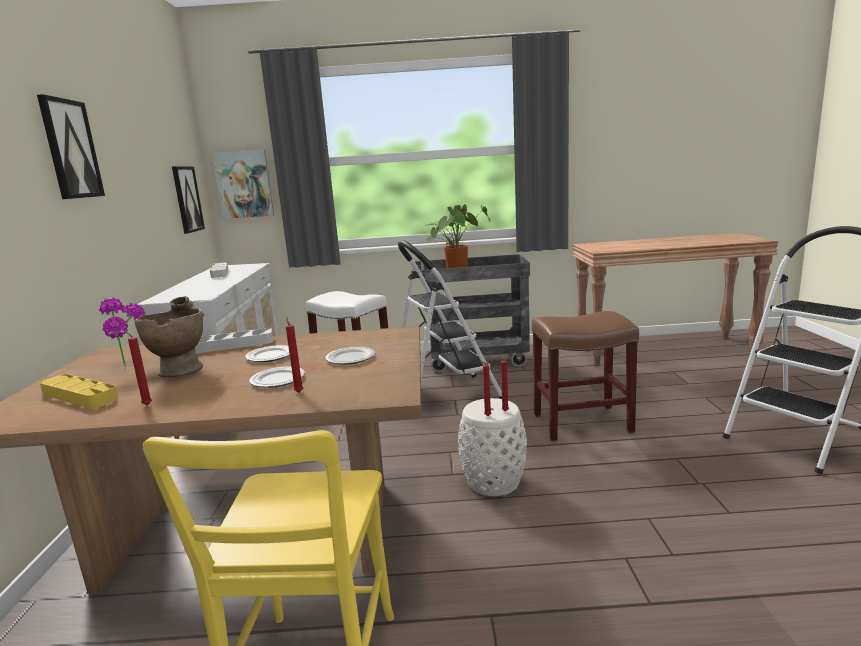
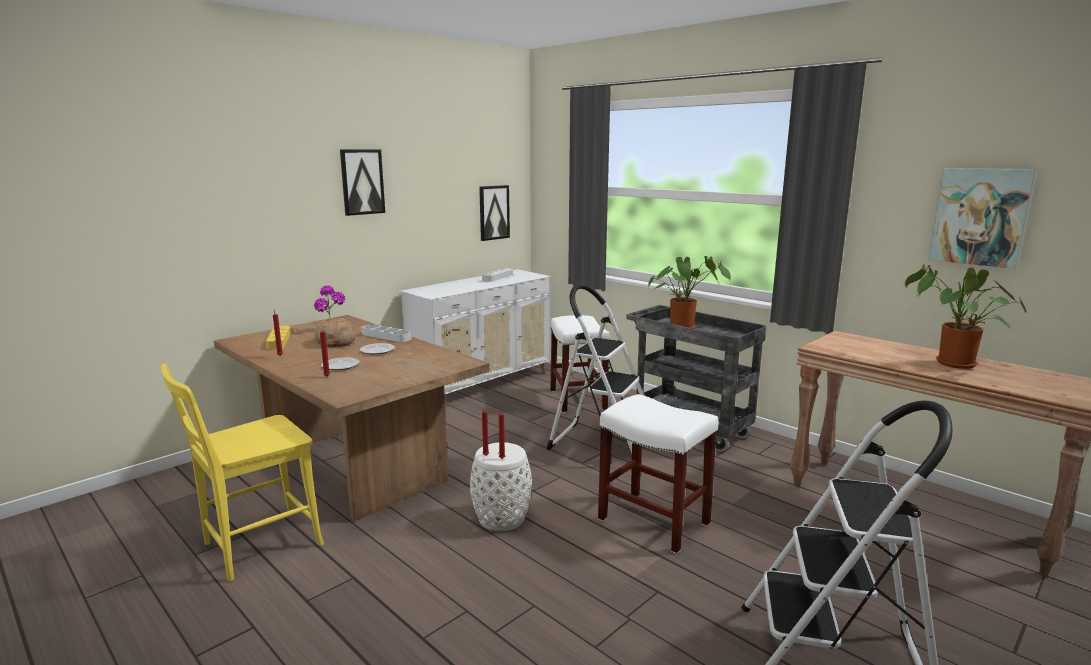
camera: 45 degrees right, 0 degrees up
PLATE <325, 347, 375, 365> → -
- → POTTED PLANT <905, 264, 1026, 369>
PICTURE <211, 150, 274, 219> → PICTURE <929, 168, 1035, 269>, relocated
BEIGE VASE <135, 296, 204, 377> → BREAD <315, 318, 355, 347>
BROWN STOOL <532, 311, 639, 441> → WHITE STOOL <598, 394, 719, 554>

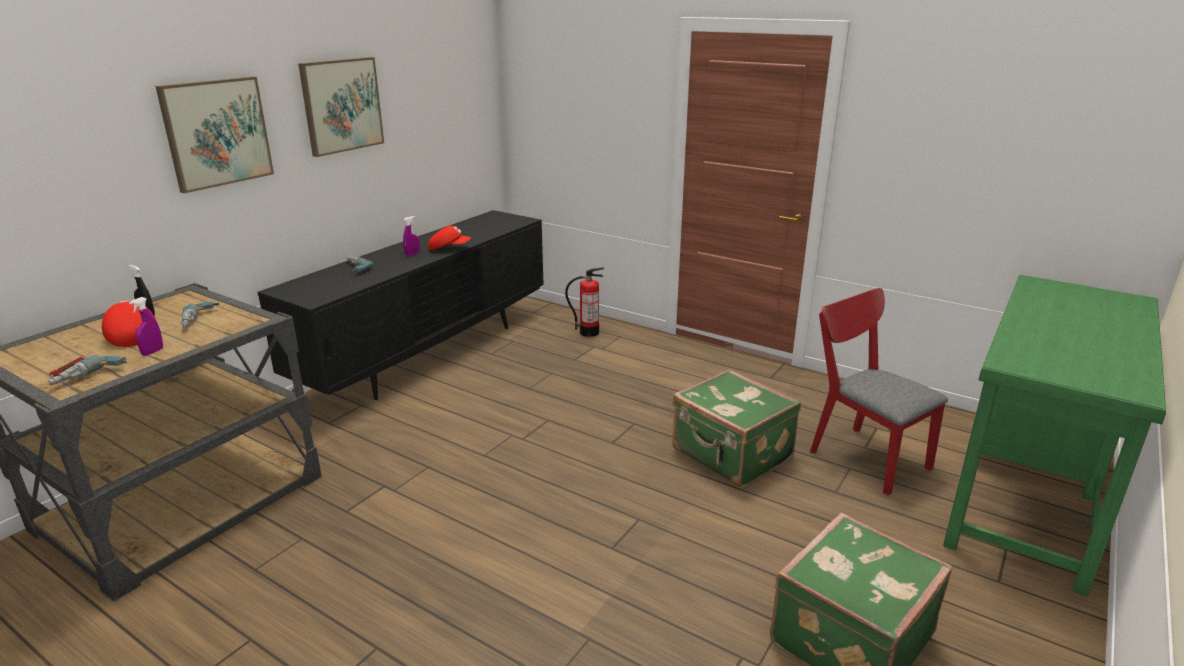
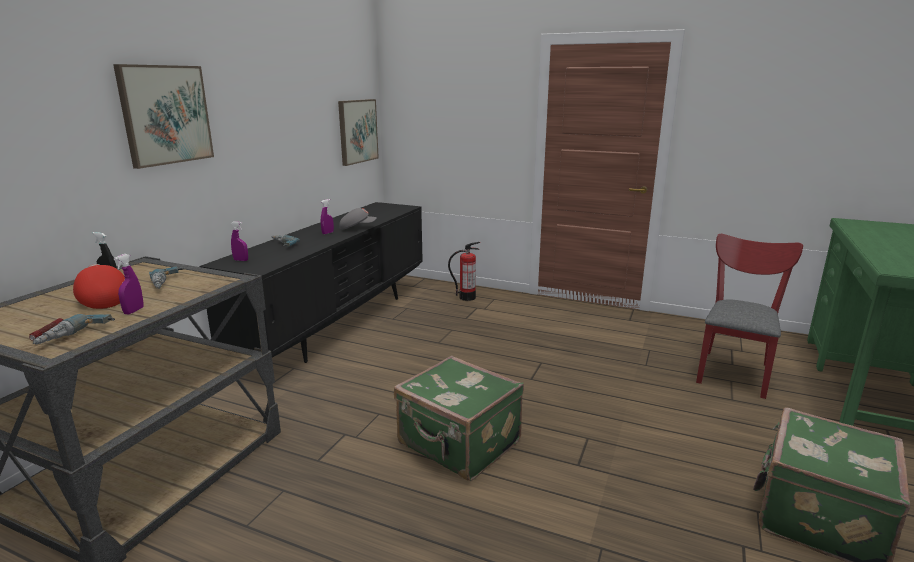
camera: 10 degrees left, 5 degrees down
- → PURPLE SPRAY BOTTLE <231, 221, 248, 261>
PICTURE <298, 57, 384, 157> → PICTURE <338, 99, 379, 166>, relocated
GREEN SUITCASE <672, 369, 801, 488> → GREEN SUITCASE <394, 356, 524, 481>, relocated
RED CAP <428, 226, 471, 250> → GREY CAP <339, 208, 376, 229>
RED CHAIR <810, 288, 948, 495> → RED CHAIR <696, 234, 803, 399>, 75 degrees clockwise

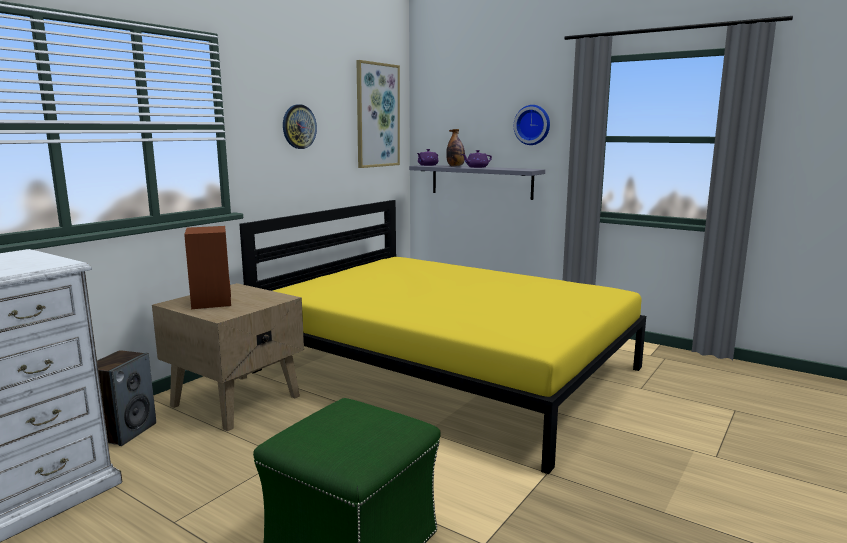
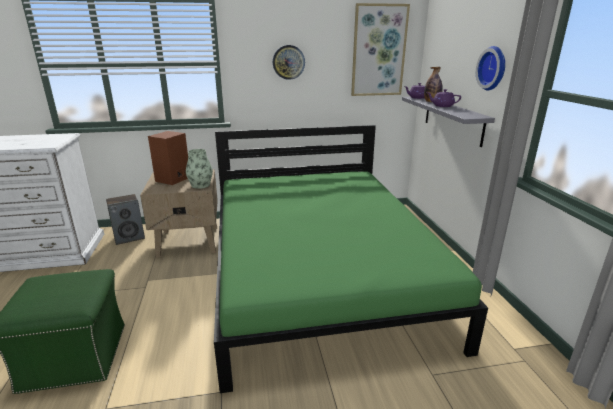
camera: 45 degrees right, 10 degrees up
- → VASE <186, 149, 213, 189>
YELLOW BED <239, 200, 646, 474> → GREEN BED <214, 125, 488, 393>

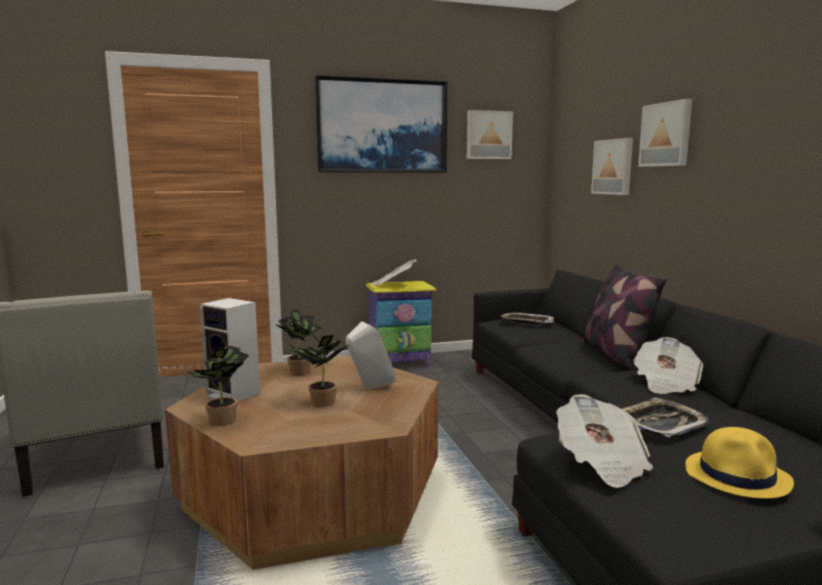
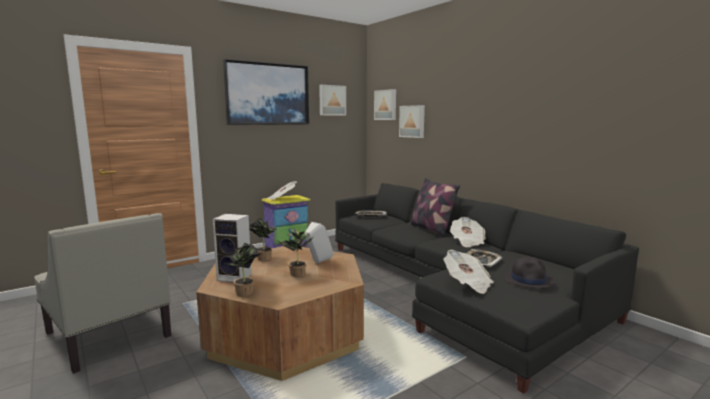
camera: 20 degrees left, 0 degrees up
PICTURE <638, 99, 692, 167> → PICTURE <374, 89, 396, 120>, relocated
YELLOW HAT <685, 427, 794, 499> → BLACK HAT <504, 256, 555, 288>

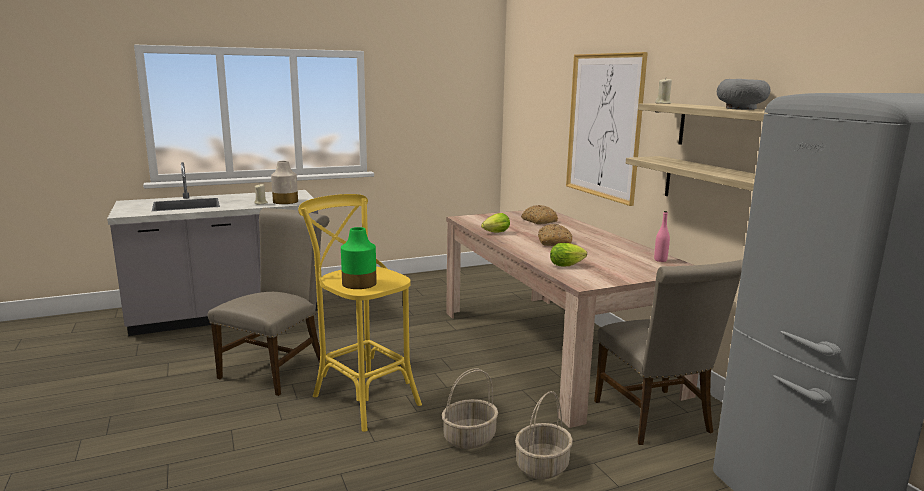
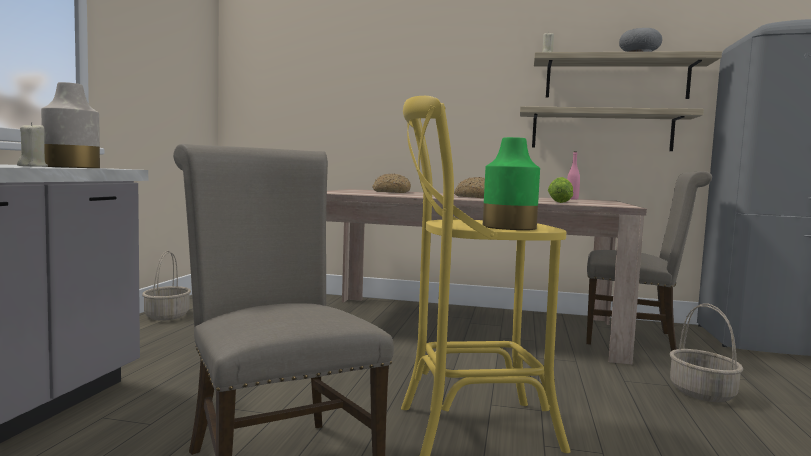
camera: 55 degrees left, 10 degrees down
LETTUCE <481, 213, 510, 233> → -
PICTURE <566, 52, 648, 206> → -
BASKET <442, 369, 498, 449> → BASKET <142, 251, 191, 321>, relocated

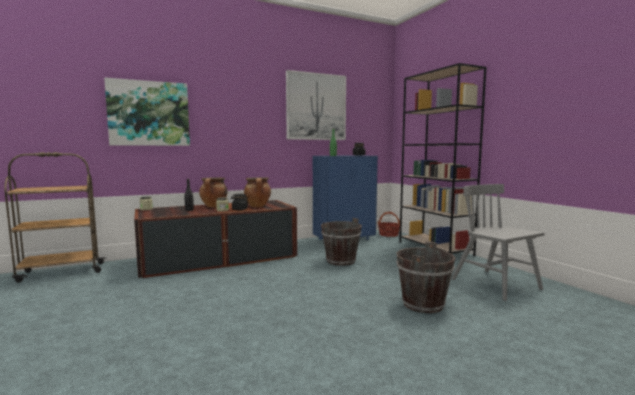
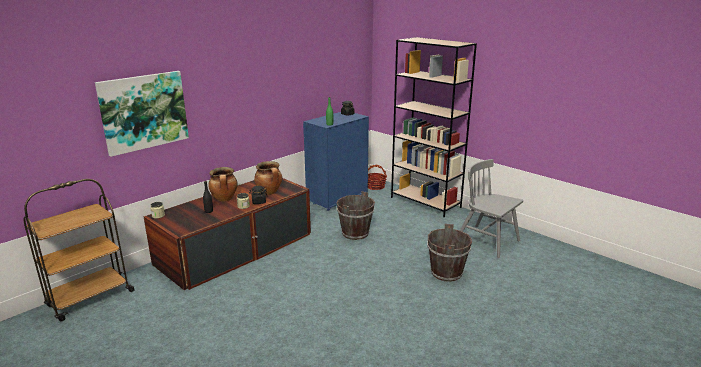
camera: 20 degrees left, 15 degrees up
PICTURE <286, 70, 346, 140> → -

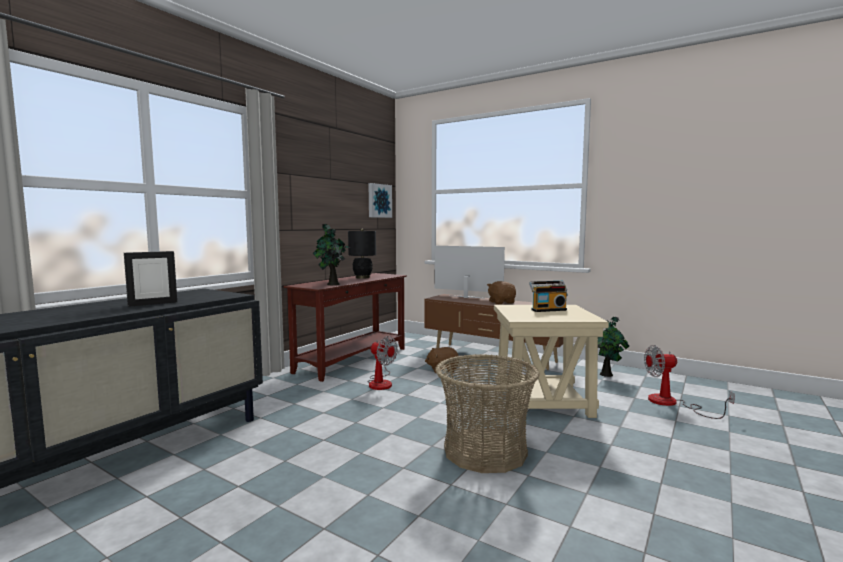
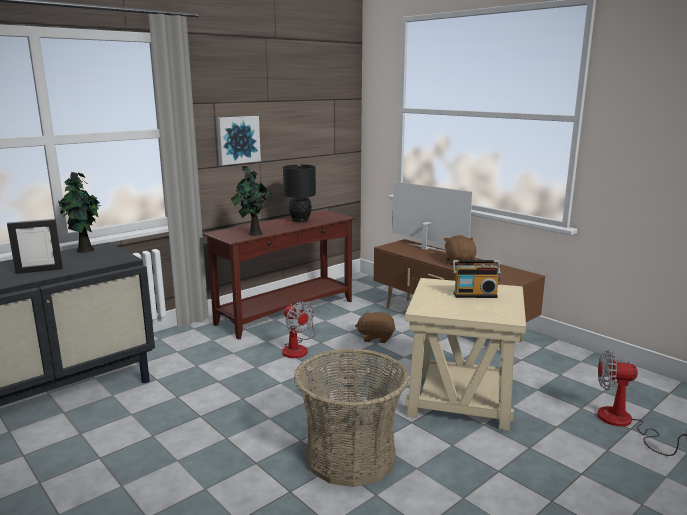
camera: 15 degrees right, 10 degrees up
PICTURE <368, 183, 392, 218> → PICTURE <217, 116, 261, 165>, relocated
POTTED PLANT <598, 317, 629, 377> → POTTED PLANT <58, 172, 100, 253>, relocated

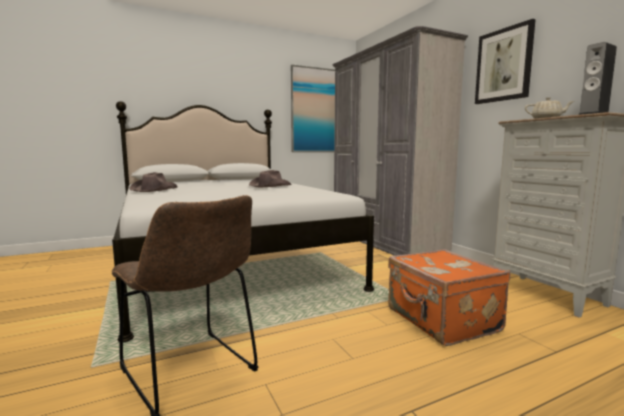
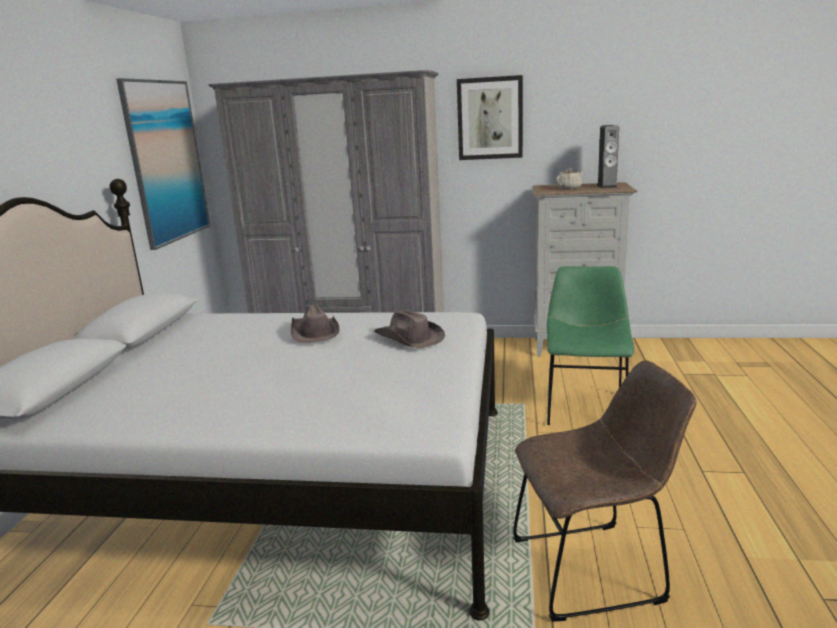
camera: 55 degrees left, 10 degrees up
BROWN HAT <130, 172, 178, 192> → BROWN HAT <374, 310, 445, 349>, relocated
ORANGE SUITCASE <388, 249, 510, 346> → GREEN CHAIR <547, 266, 634, 425>

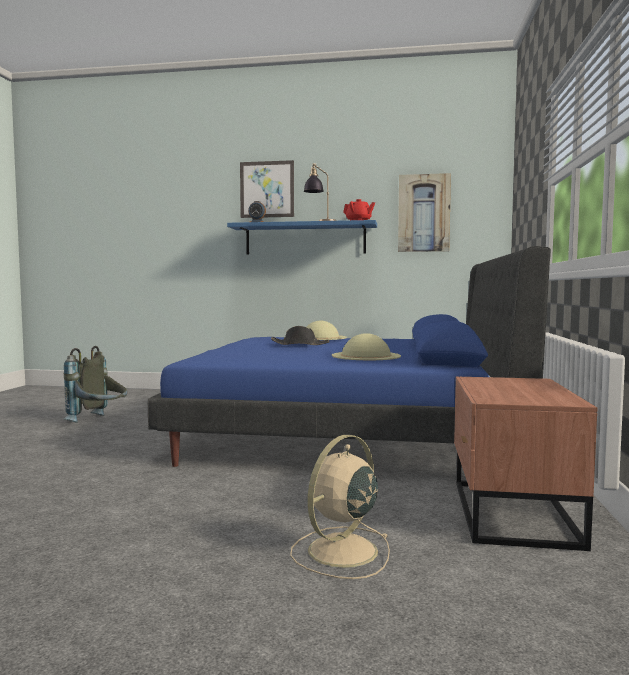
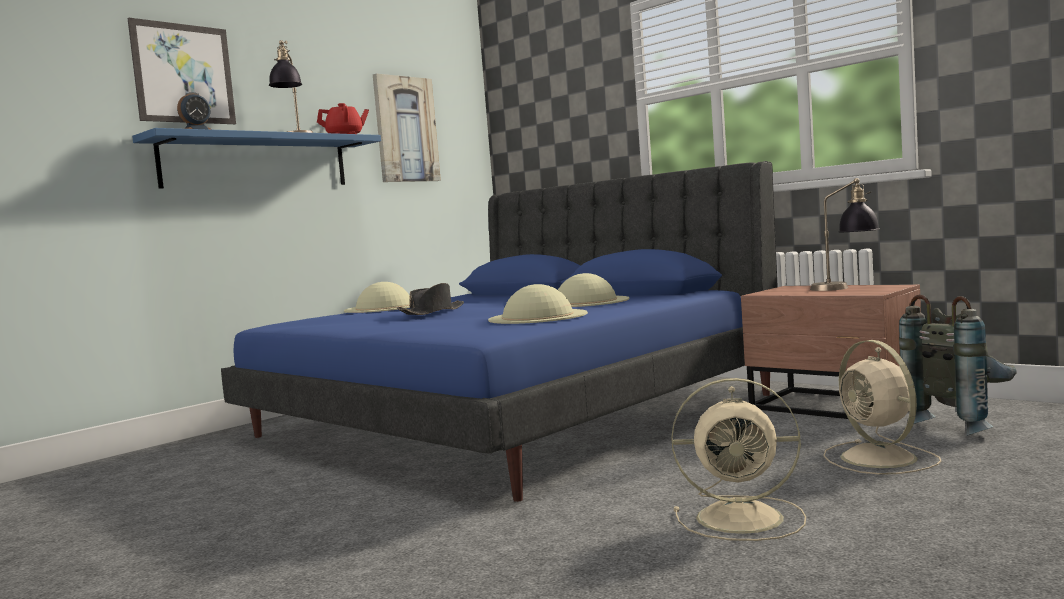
camera: 55 degrees left, 0 degrees up
- → BEIGE HAT <488, 284, 588, 324>
- → BEIGE FAN <671, 378, 806, 541>
- → TABLE LAMP <810, 178, 880, 291>
GREY BACKPACK <64, 346, 127, 423> → GREY BACKPACK <899, 295, 1017, 436>, relocated

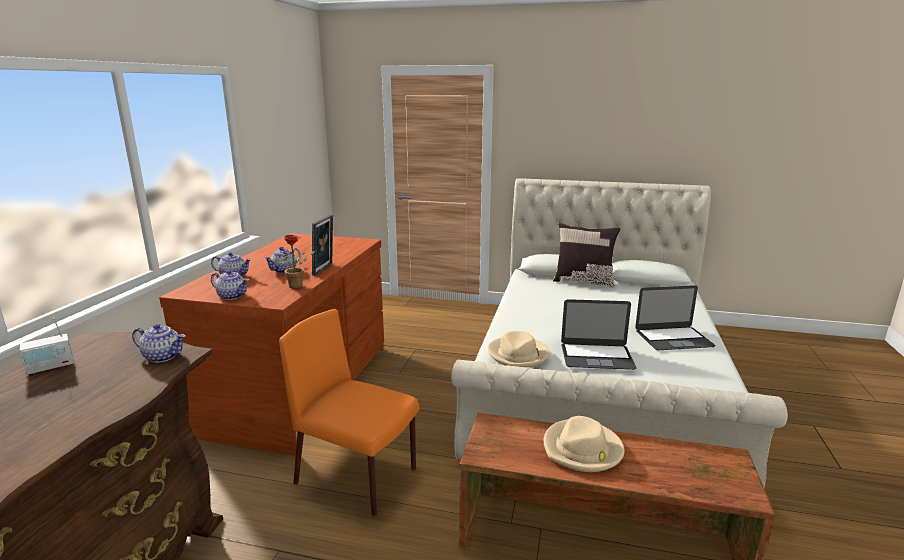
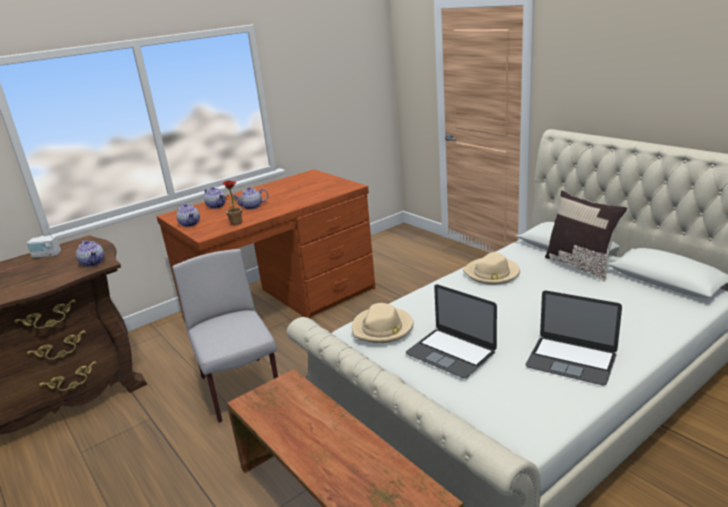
camera: 40 degrees right, 5 degrees up
PICTURE FRAME <312, 215, 333, 276> → -
BEIGE HAT <544, 416, 625, 472> → BEIGE HAT <463, 252, 520, 285>, relocated
ORANGE CHAIR <279, 309, 420, 516> → GREY CHAIR <172, 249, 278, 422>

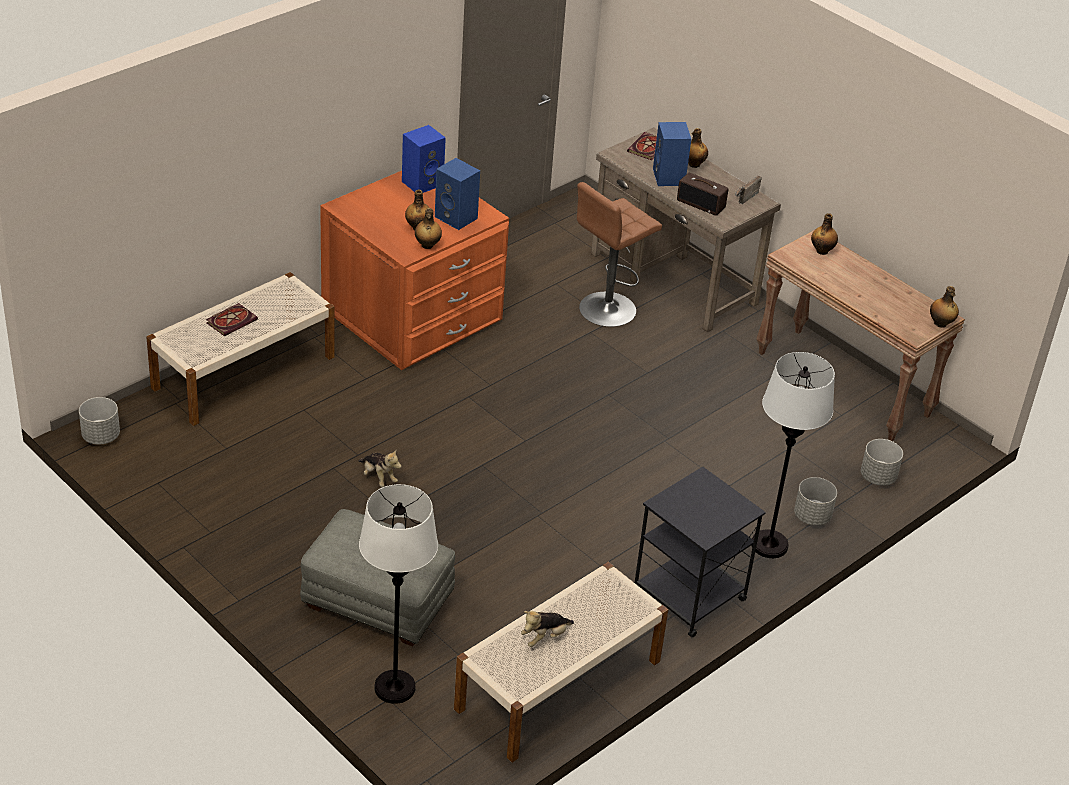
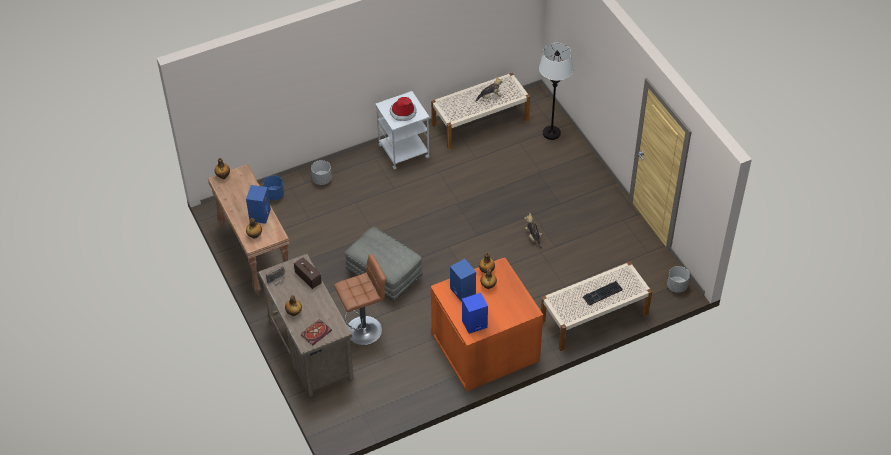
camera: 160 degrees left, 10 degrees up
WHITE FLOOR LAMP <751, 352, 835, 558> → -
- → HAT <390, 97, 417, 121>
GREY OTTOMAN <300, 509, 455, 647> → GREY OTTOMAN <345, 227, 423, 301>, relocated
BLUE SPEAKER <653, 122, 691, 186> → BLUE SPEAKER <246, 185, 271, 224>, relocated
BOOK <206, 303, 258, 337> → KEYBOARD <583, 281, 623, 306>
BLACK CART <635, 467, 766, 637> → WHITE CART <375, 91, 430, 170>
GREY PLANTER <861, 439, 903, 486> → BLUE PLANTER <263, 175, 284, 200>

